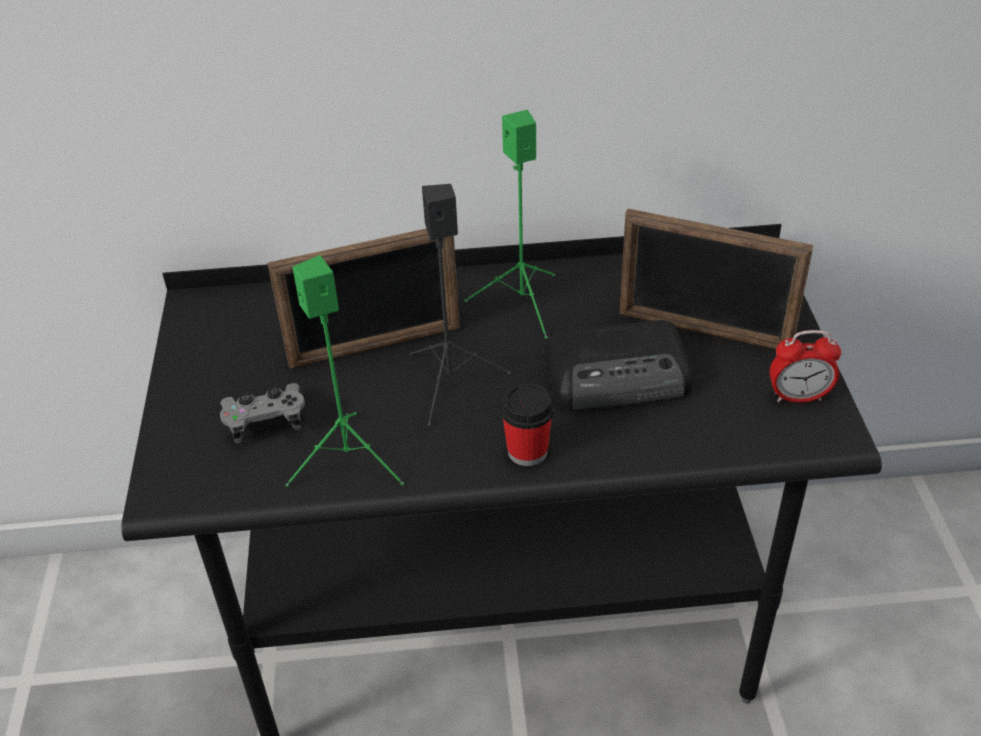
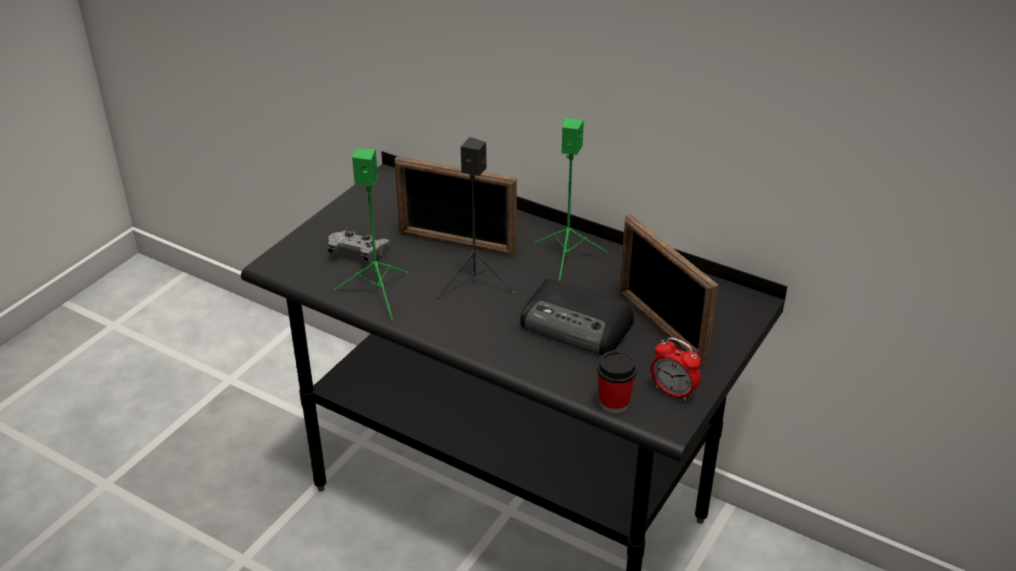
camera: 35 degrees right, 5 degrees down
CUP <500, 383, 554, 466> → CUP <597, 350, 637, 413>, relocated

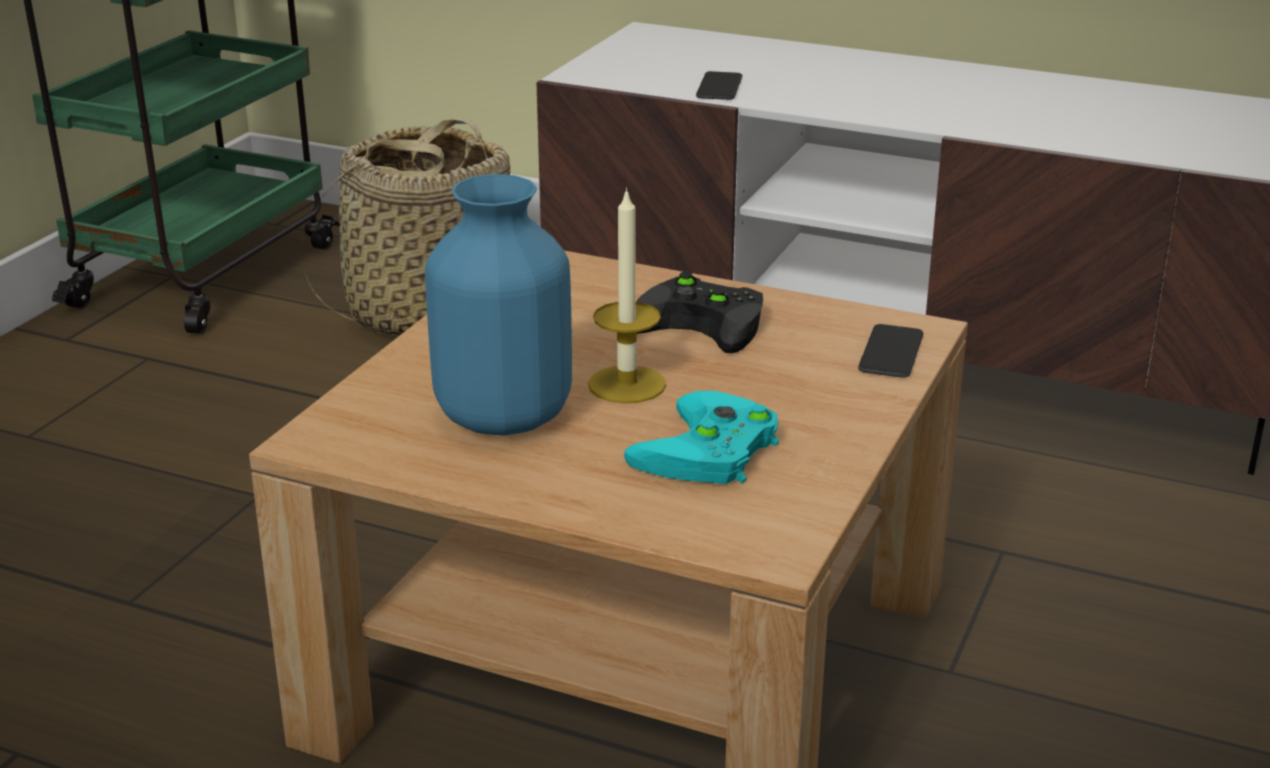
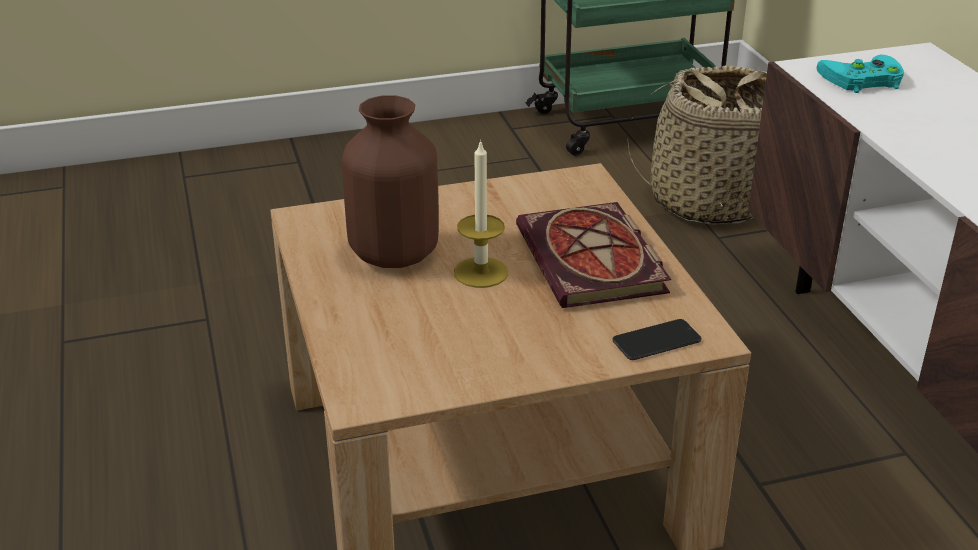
camera: 50 degrees right, 5 degrees up
PHONE <696, 71, 742, 100> → -
TURQUOISE GAME CONTROLLER <624, 391, 779, 484> → TURQUOISE GAME CONTROLLER <817, 55, 904, 93>, relocated
BLACK GAME CONTROLLER <636, 271, 763, 354> → BOOK <516, 202, 671, 308>
BLUE VASE <425, 174, 572, 435> → BROWN VASE <342, 95, 439, 268>

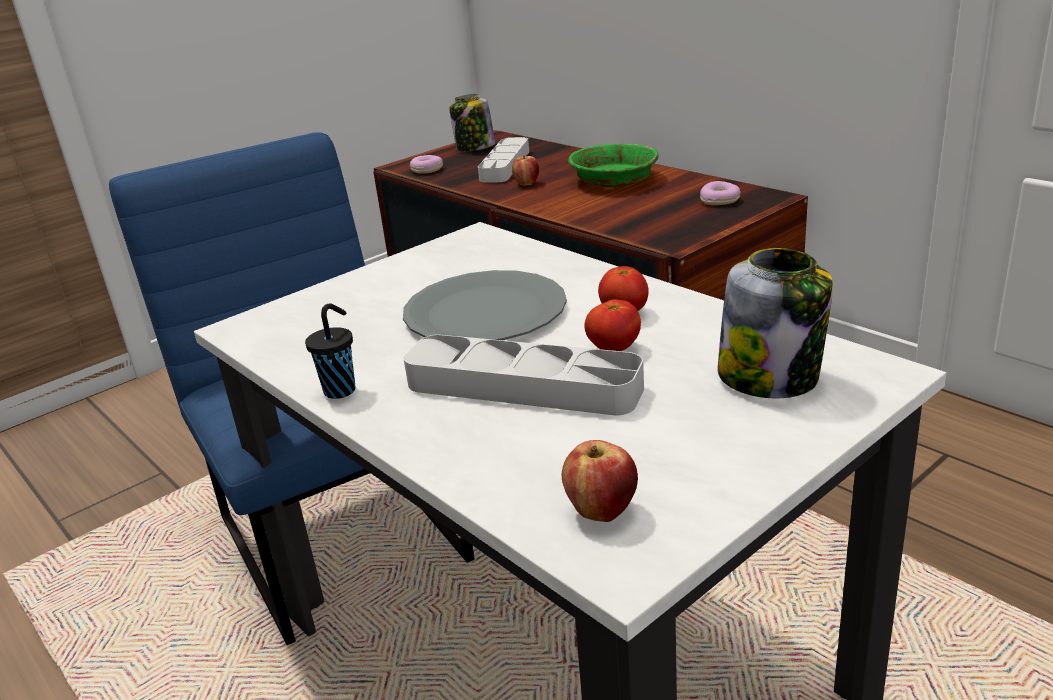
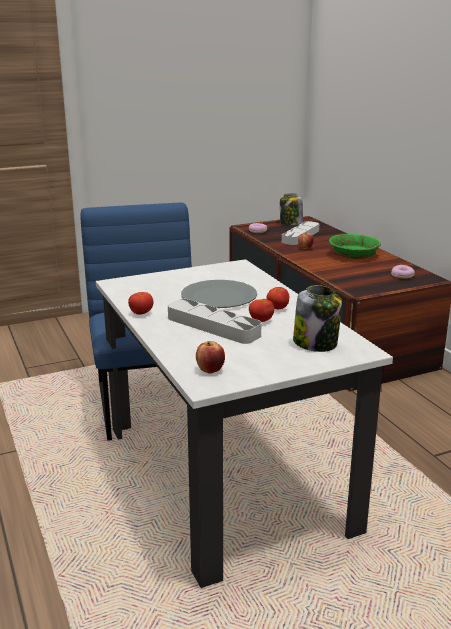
camera: 15 degrees right, 5 degrees down
BLACK CUP <305, 304, 356, 399> → TOMATO <128, 292, 153, 315>

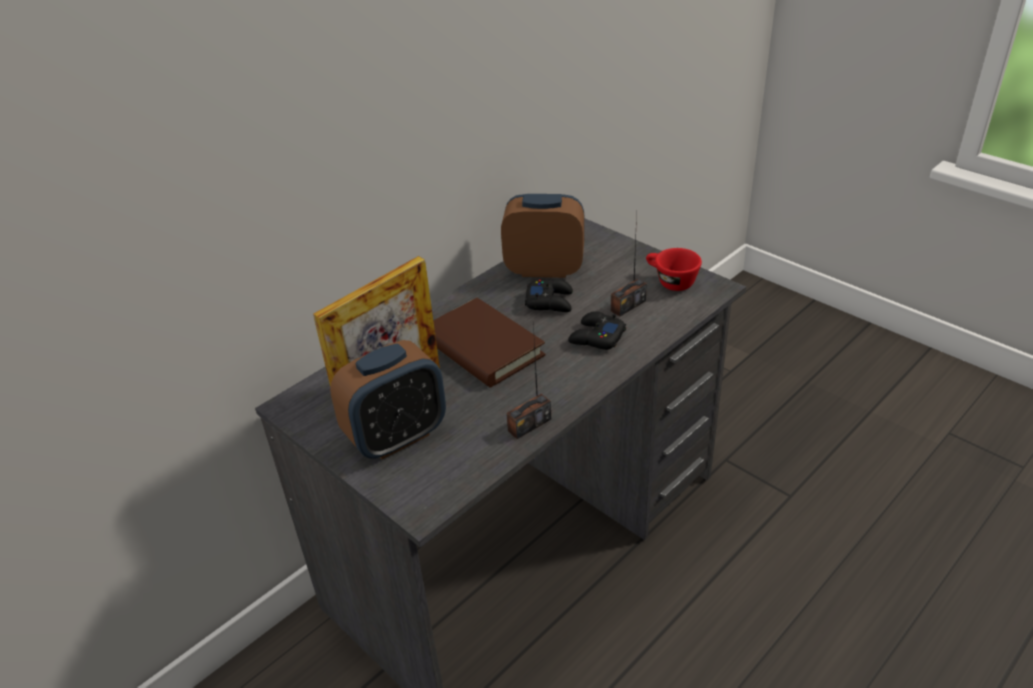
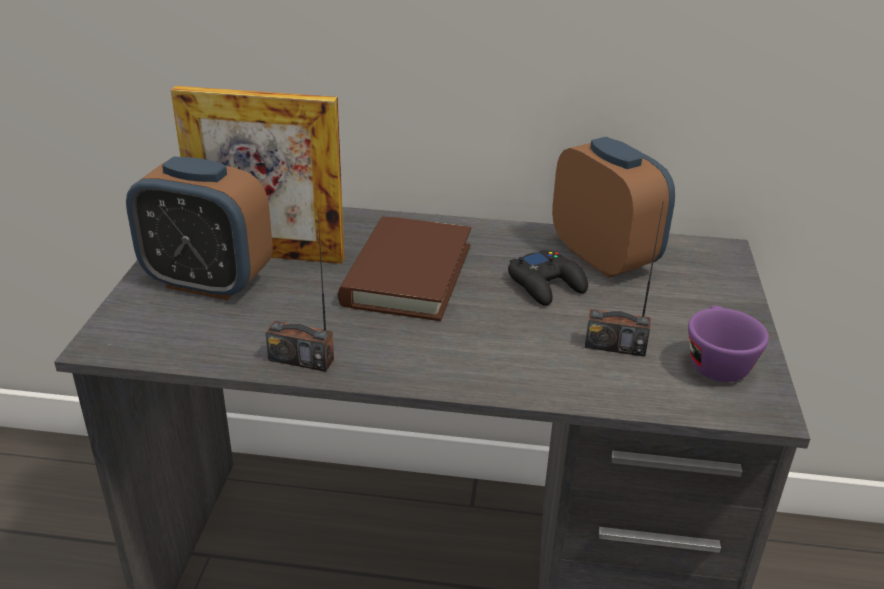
camera: 50 degrees right, 5 degrees down
BLACK GAME CONTROLLER <568, 312, 626, 350> → -
RED CUP <646, 248, 702, 291> → PURPLE CUP <688, 306, 769, 382>

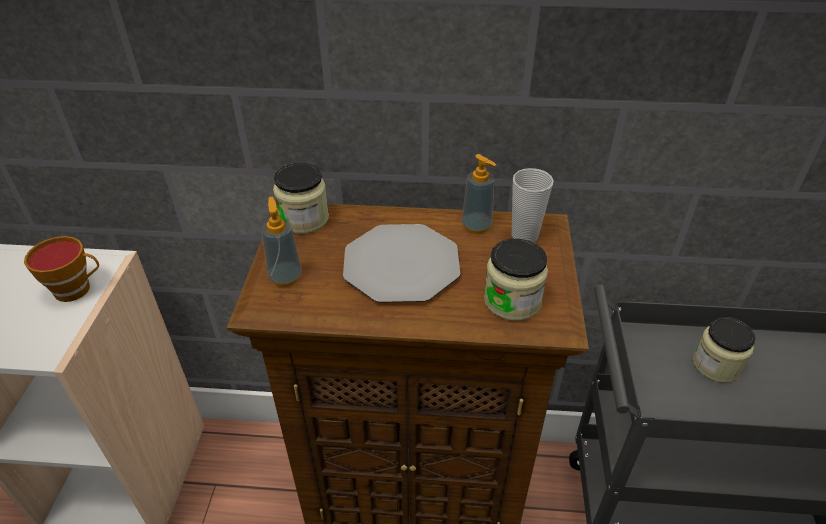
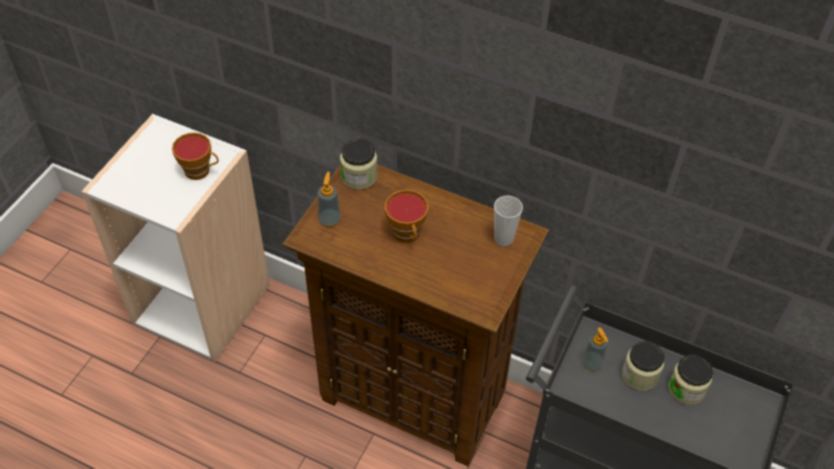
camera: 20 degrees right, 10 degrees up
SOAP DISPENSER <462, 154, 496, 234> → SOAP DISPENSER <582, 327, 608, 371>, relocated
JAR <484, 239, 548, 321> → JAR <668, 355, 713, 405>, relocated
PLATE <343, 224, 460, 303> → CUP <385, 190, 428, 243>

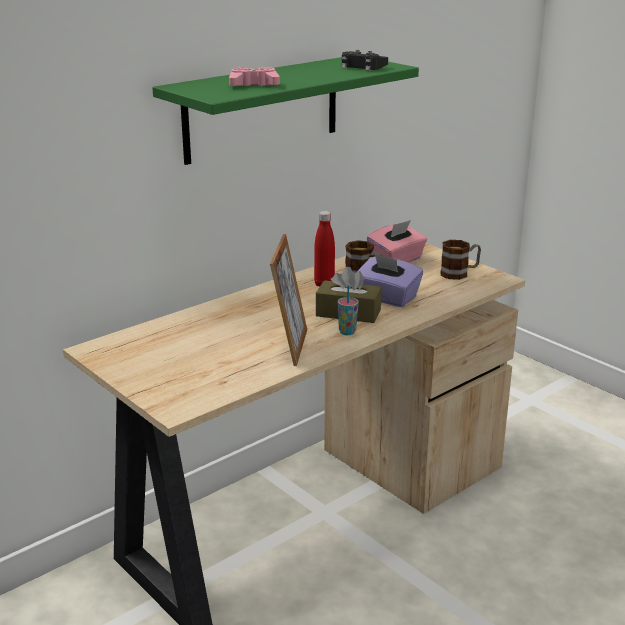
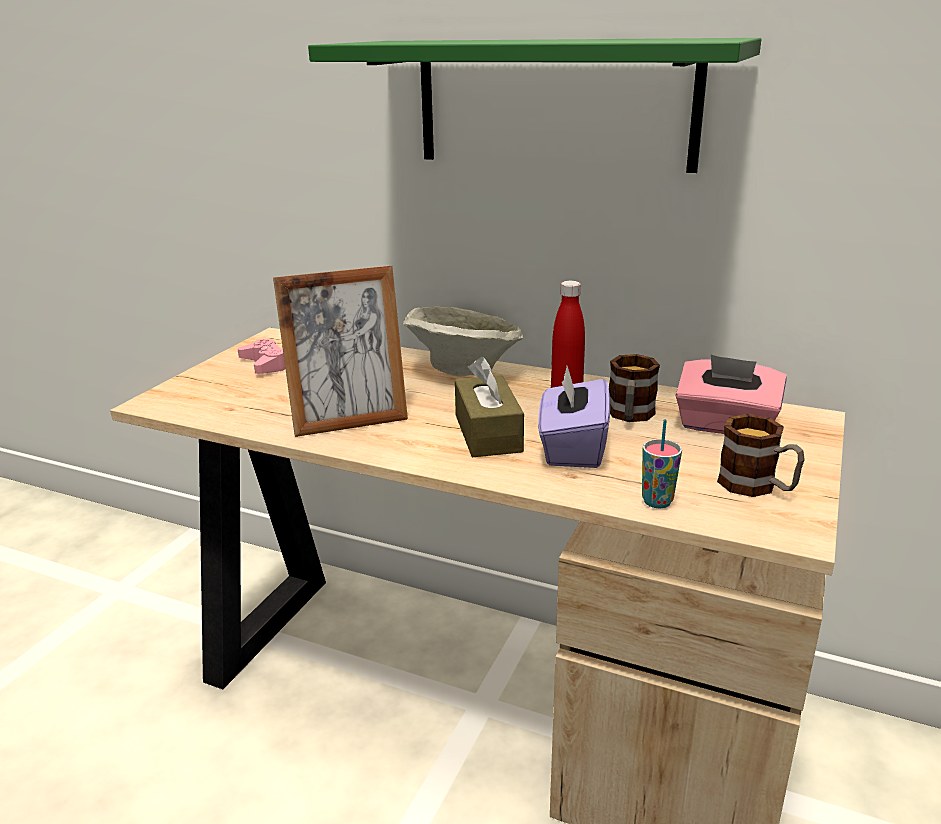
camera: 65 degrees right, 0 degrees up
BLACK GAME CONTROLLER <342, 50, 388, 71> → -
- → BEIGE BOWL <403, 306, 523, 376>
PINK GAME CONTROLLER <229, 67, 280, 86> → PINK GAME CONTROLLER <238, 339, 285, 374>, relocated
CUP <337, 285, 359, 335> → CUP <642, 419, 682, 508>, relocated

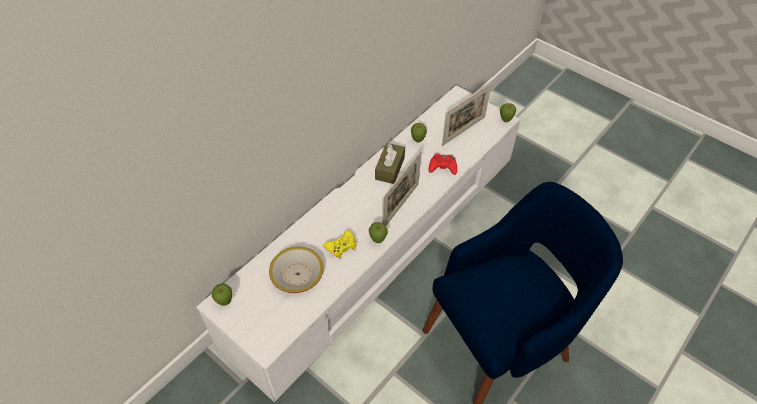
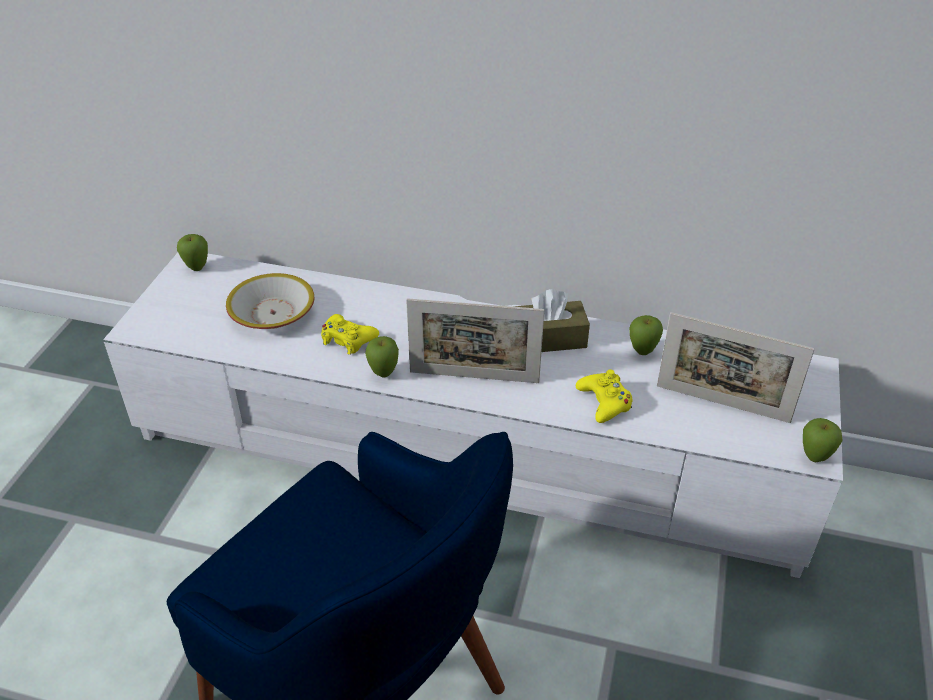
camera: 65 degrees right, 10 degrees down
RED GAME CONTROLLER <429, 153, 457, 175> → YELLOW GAME CONTROLLER <576, 370, 632, 423>

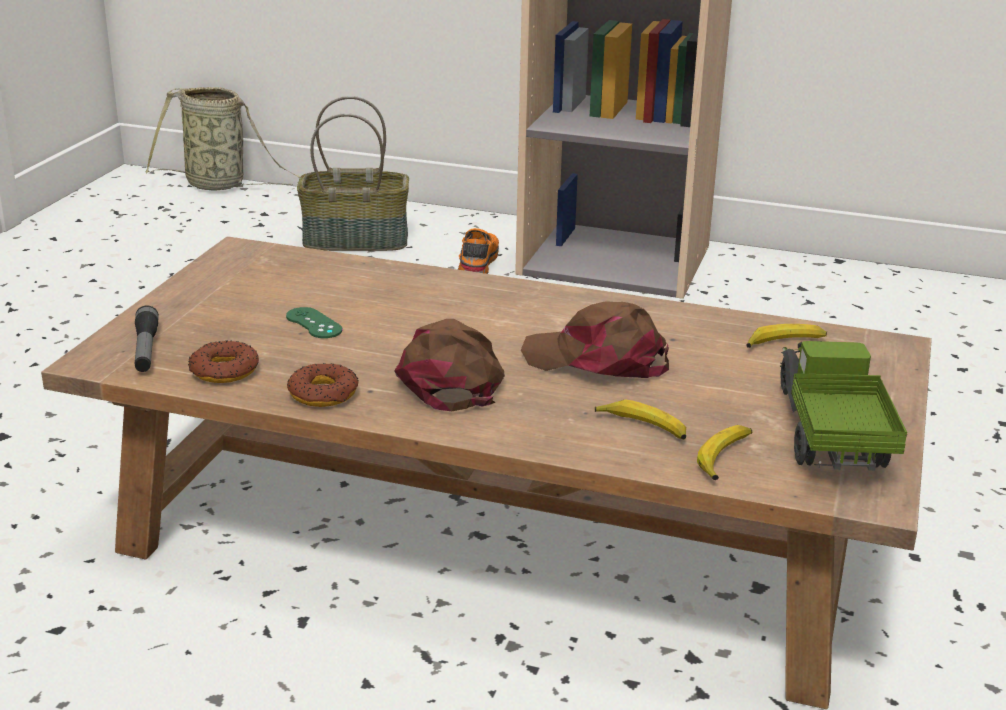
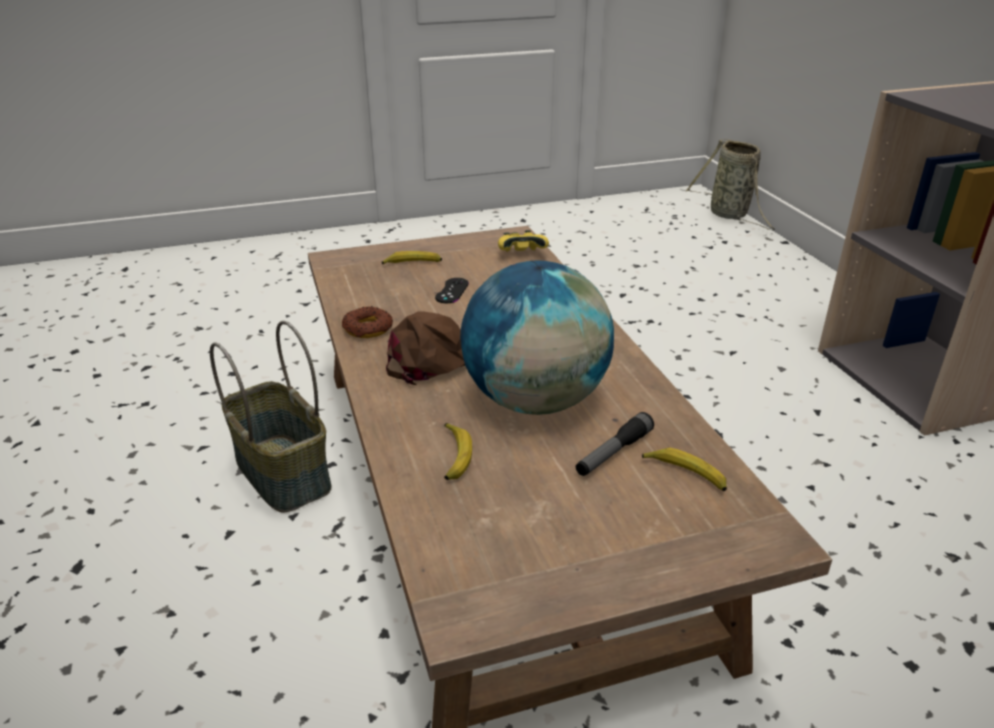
camera: 55 degrees right, 5 degrees up
DONUT <188, 340, 259, 383> → -
ORANGE SHOE <458, 228, 499, 274> → -
TOY TRUCK <780, 341, 907, 471> → -
- → YELLOW GAME CONTROLLER <498, 230, 549, 251>
FLASHLIGHT <135, 305, 159, 372> → FLASHLIGHT <576, 412, 654, 476>, relocated
BASKET <297, 96, 409, 251> → BASKET <210, 321, 331, 512>, relocated
BANANA <697, 425, 752, 480> → BANANA <382, 251, 442, 264>, relocated
BROWN CAP <521, 301, 669, 378> → GLOBE <460, 260, 614, 415>
GREEN GAME CONTROLLER <286, 307, 343, 338> → BLACK GAME CONTROLLER <435, 278, 469, 303>

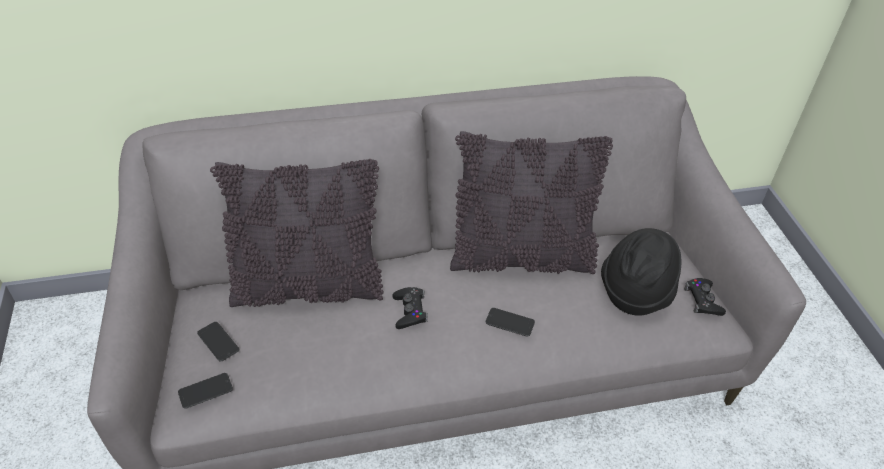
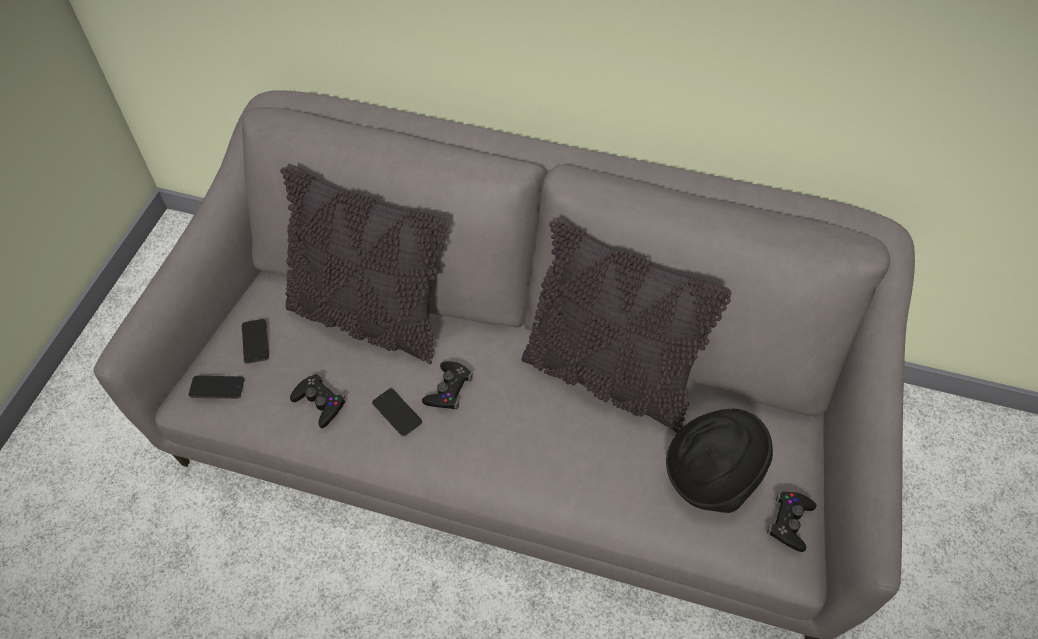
camera: 30 degrees right, 10 degrees up
- → BLACK GAME CONTROLLER <290, 374, 346, 428>
PHONE <486, 308, 535, 337> → PHONE <372, 389, 422, 436>, relocated

